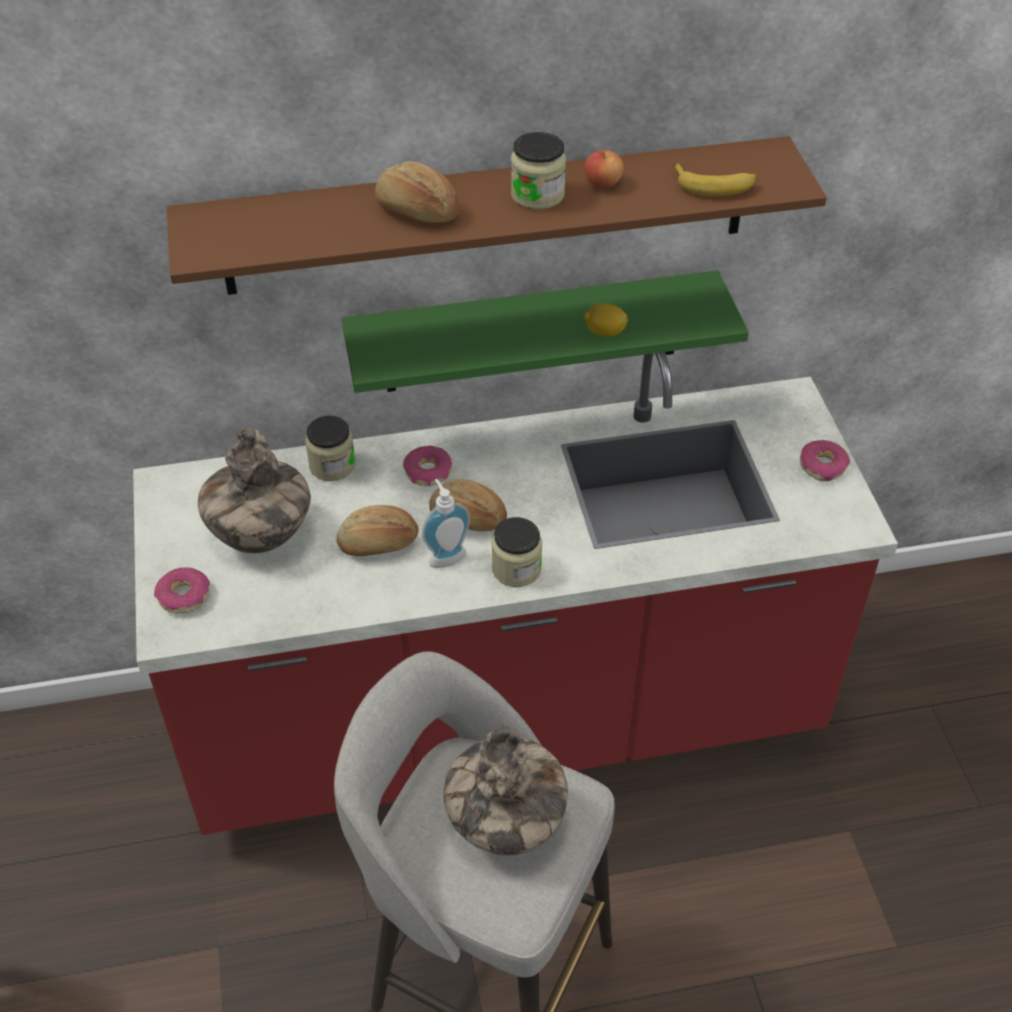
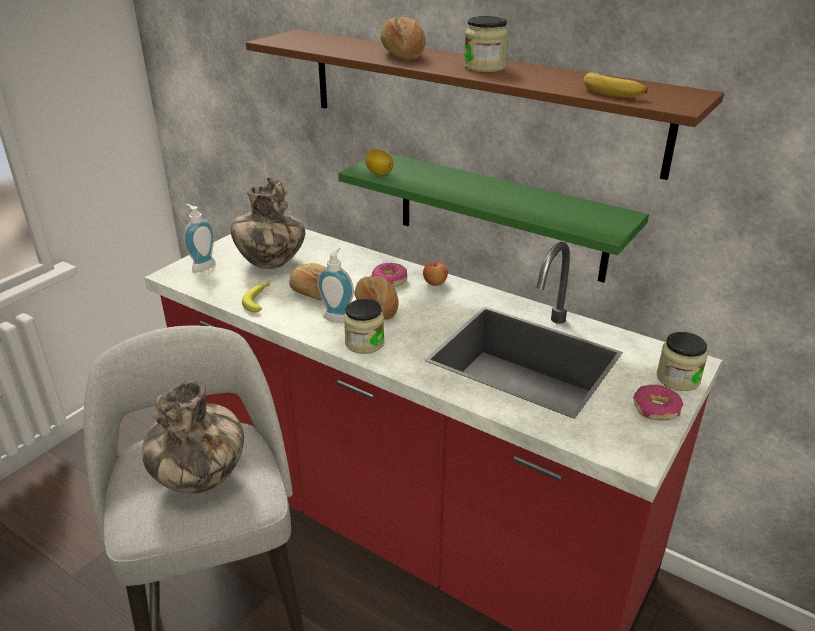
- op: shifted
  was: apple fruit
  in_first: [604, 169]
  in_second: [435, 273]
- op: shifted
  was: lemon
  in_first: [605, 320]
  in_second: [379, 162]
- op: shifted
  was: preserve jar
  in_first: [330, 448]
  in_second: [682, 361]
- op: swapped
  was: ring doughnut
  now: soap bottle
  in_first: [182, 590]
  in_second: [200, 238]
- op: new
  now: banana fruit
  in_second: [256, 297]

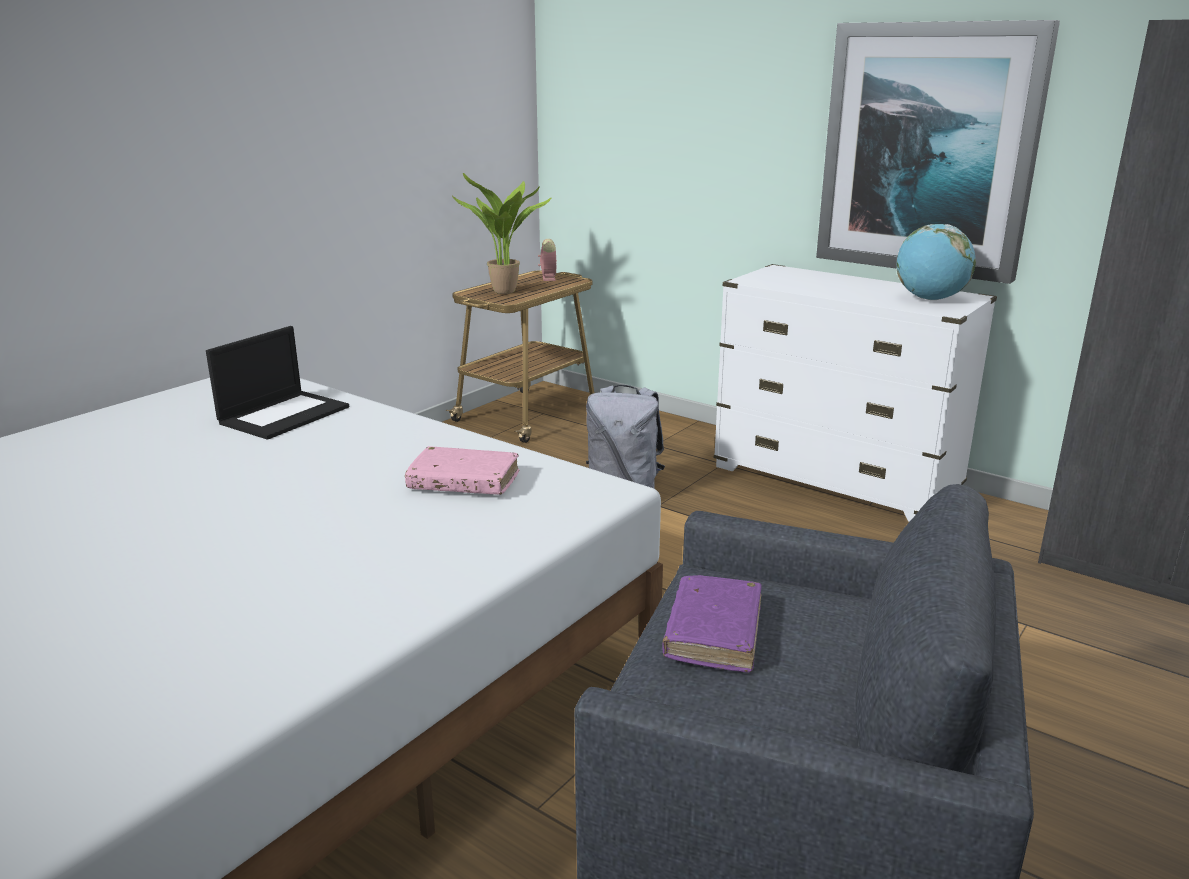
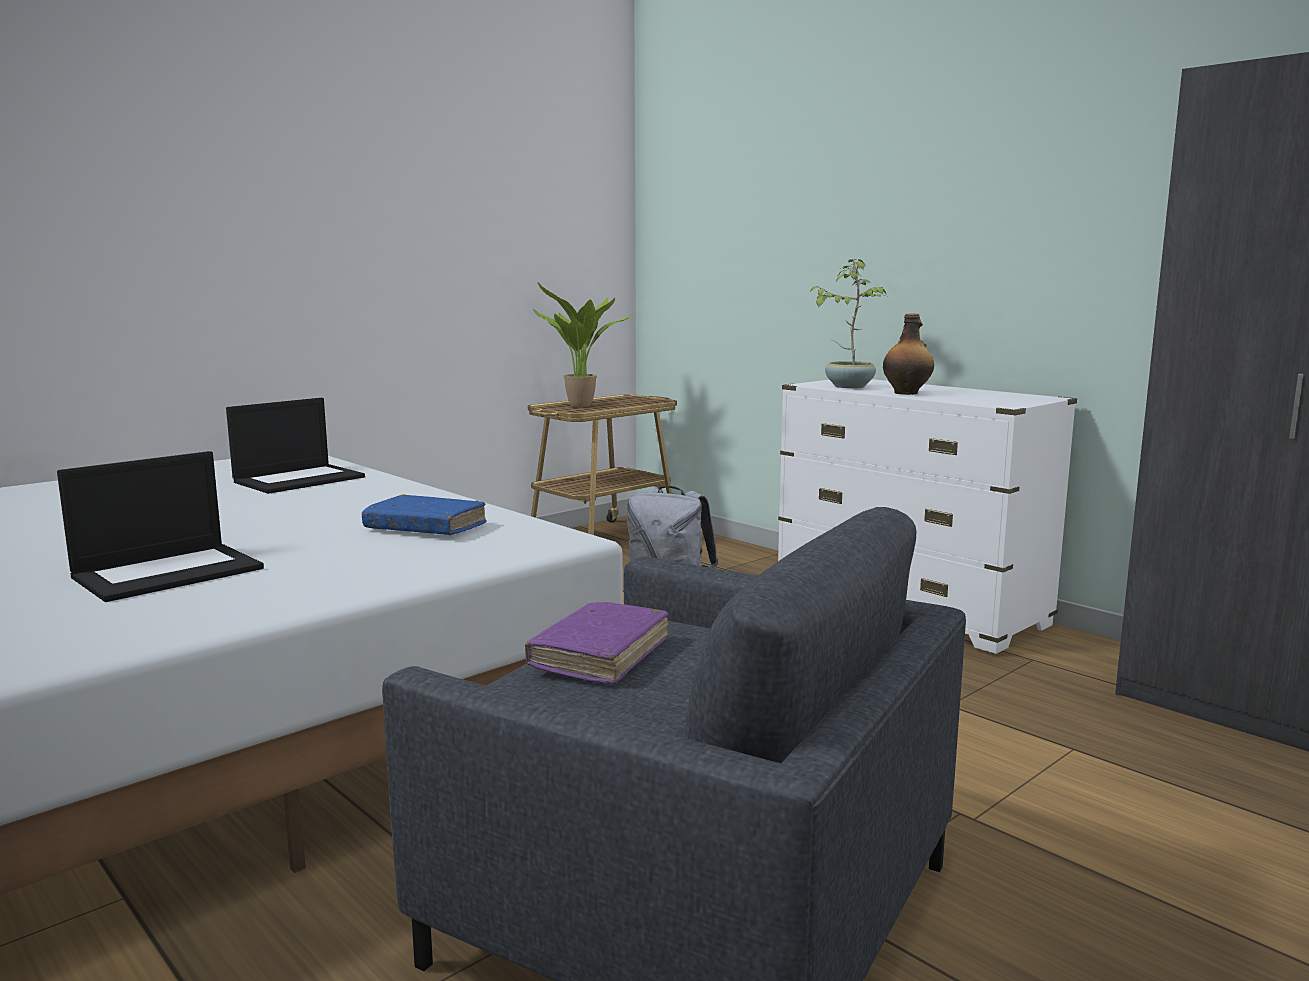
- op: gone
  was: wall art
  in_first: [938, 152]
- op: gone
  was: desk globe
  in_first: [936, 262]
- op: gone
  was: table clock
  in_first: [547, 260]
- op: repainted
  was: bound book (pink)
  now: bound book (blue-coloured)
  in_first: [462, 470]
  in_second: [424, 514]
- op: new
  now: houseplant
  in_second: [847, 324]
- op: new
  now: drink bottle
  in_second: [908, 354]
- op: new
  now: notebook computer
  in_second: [160, 526]

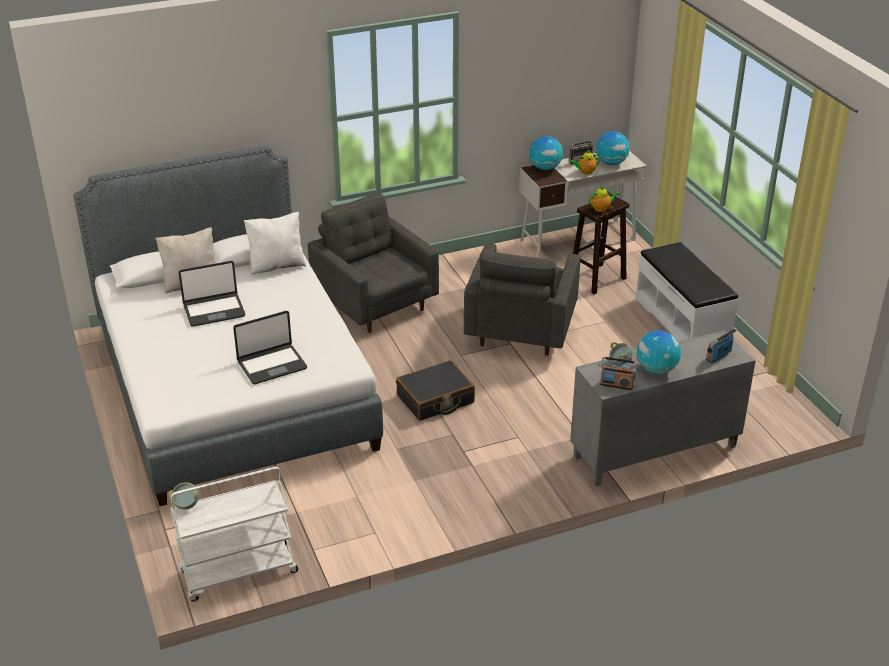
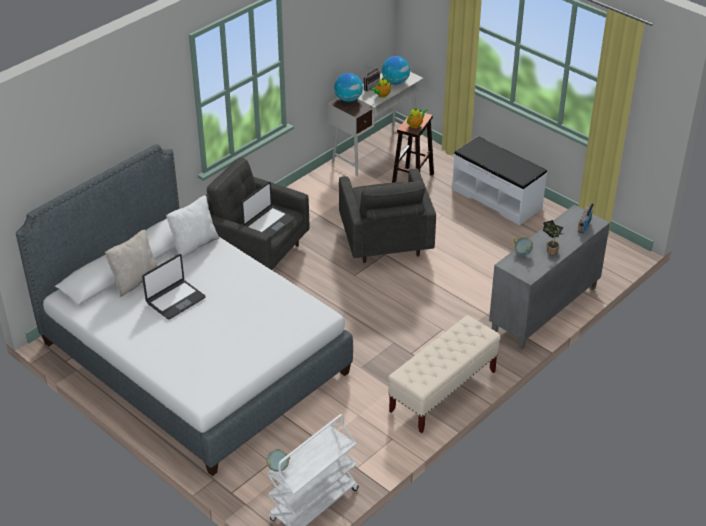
- op: shifted
  was: notebook computer
  in_first: [270, 347]
  in_second: [268, 210]
- op: swapped
  was: desk globe
  now: houseplant
  in_first: [659, 352]
  in_second: [553, 237]
- op: gone
  was: radio receiver
  in_first: [618, 373]
- op: gone
  was: travel case (black)
  in_first: [435, 390]
- op: new
  now: indoor bench (sand-coloured)
  in_second: [444, 374]

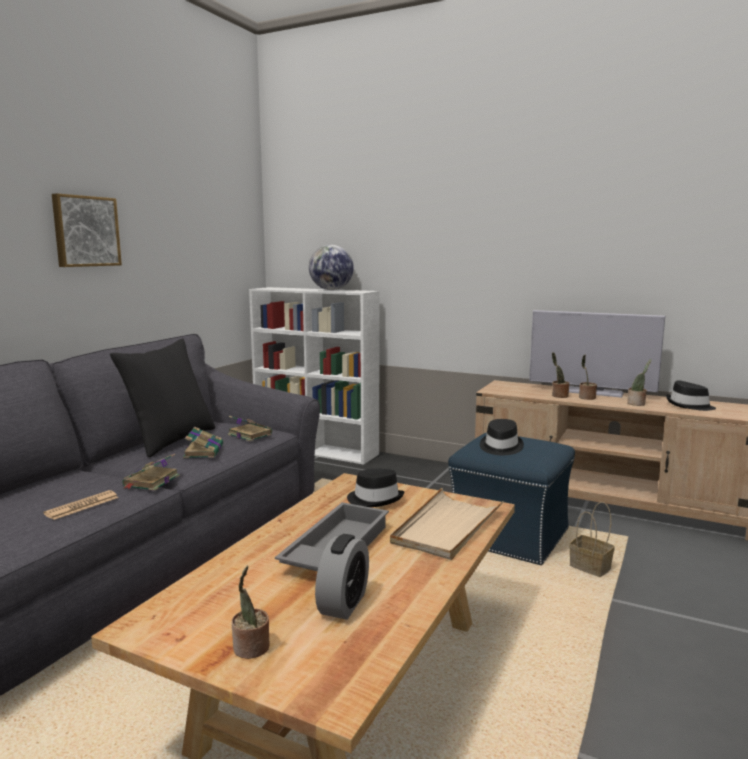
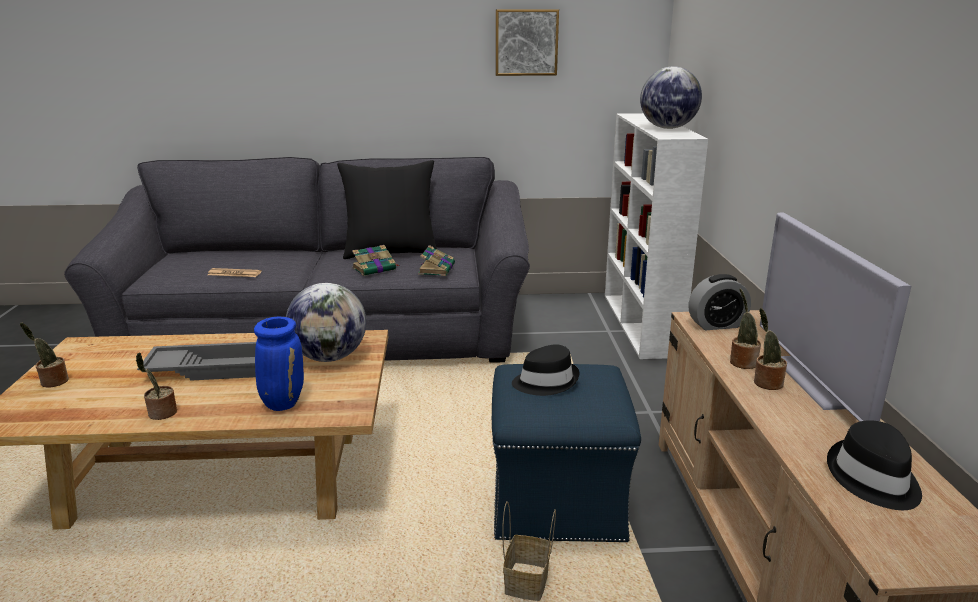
- op: shifted
  was: wall art
  in_first: [87, 230]
  in_second: [527, 42]
- op: shifted
  was: houseplant
  in_first: [639, 382]
  in_second: [156, 386]
- op: gone
  was: bound book
  in_first: [151, 472]
- op: swapped
  was: clothing hat (black)
  now: desk globe
  in_first: [375, 488]
  in_second: [326, 322]
- op: swapped
  was: serving tray (sand-coloured)
  now: vase (blue-coloured)
  in_first: [446, 524]
  in_second: [279, 364]
- op: shifted
  was: table clock
  in_first: [342, 577]
  in_second: [720, 302]

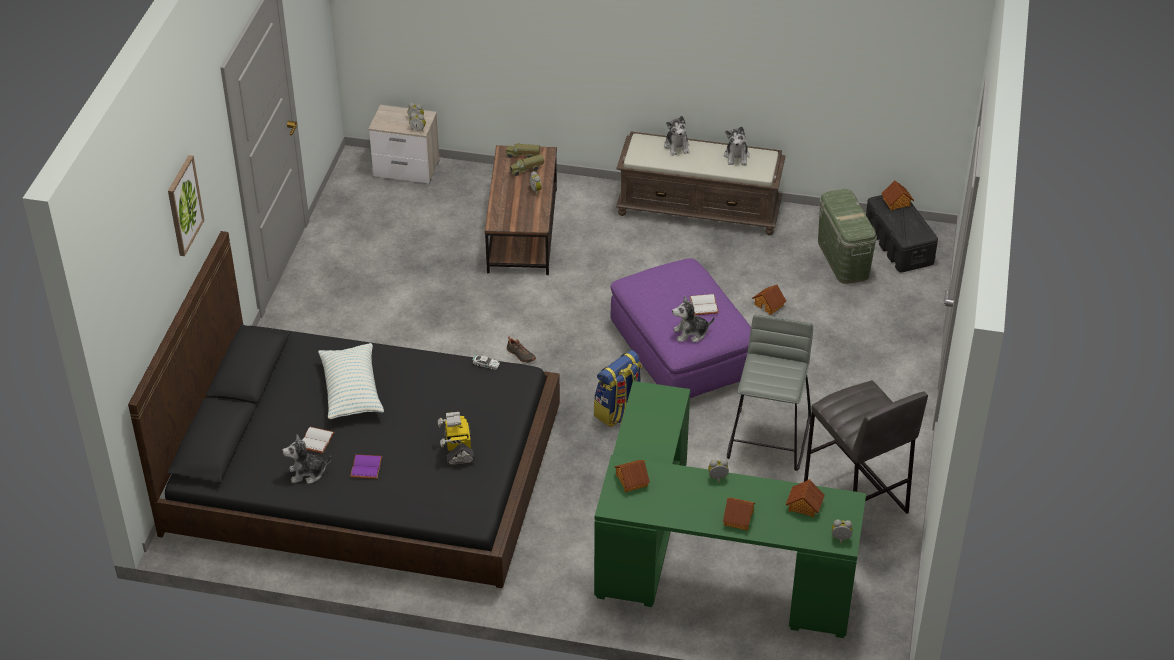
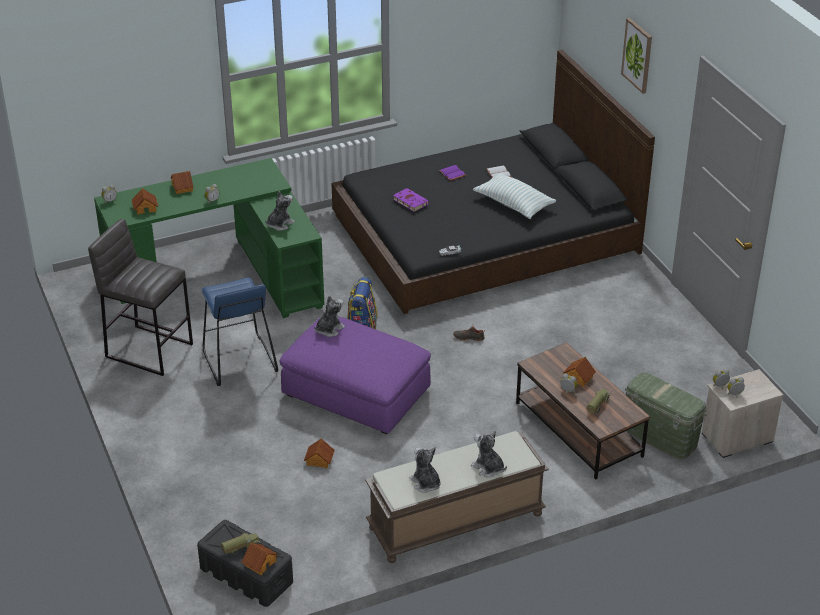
- op: shifted
  was: toy lorry
  in_first: [522, 150]
  in_second: [240, 544]
- op: shifted
  was: storage bin (green)
  in_first: [847, 236]
  in_second: [666, 416]
- op: gone
  was: bound book (white)
  in_first: [704, 304]
- op: repainted
  was: stool seat (grey)
  now: stool seat (blue-coloured)
  in_first: [770, 392]
  in_second: [239, 331]
- op: swapped
  was: robot figure
  now: bound book (purple)
  in_first: [456, 438]
  in_second: [411, 200]
- op: shifted
  was: cuddly toy
  in_first: [306, 459]
  in_second: [280, 211]
- op: shifted
  was: miniature house
  in_first: [632, 476]
  in_second: [579, 372]

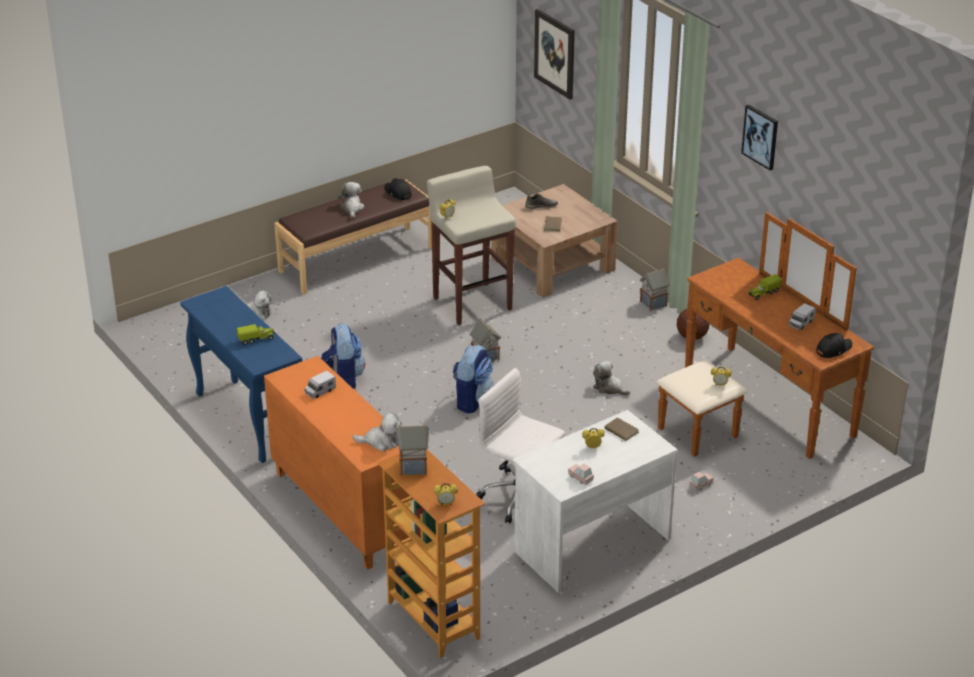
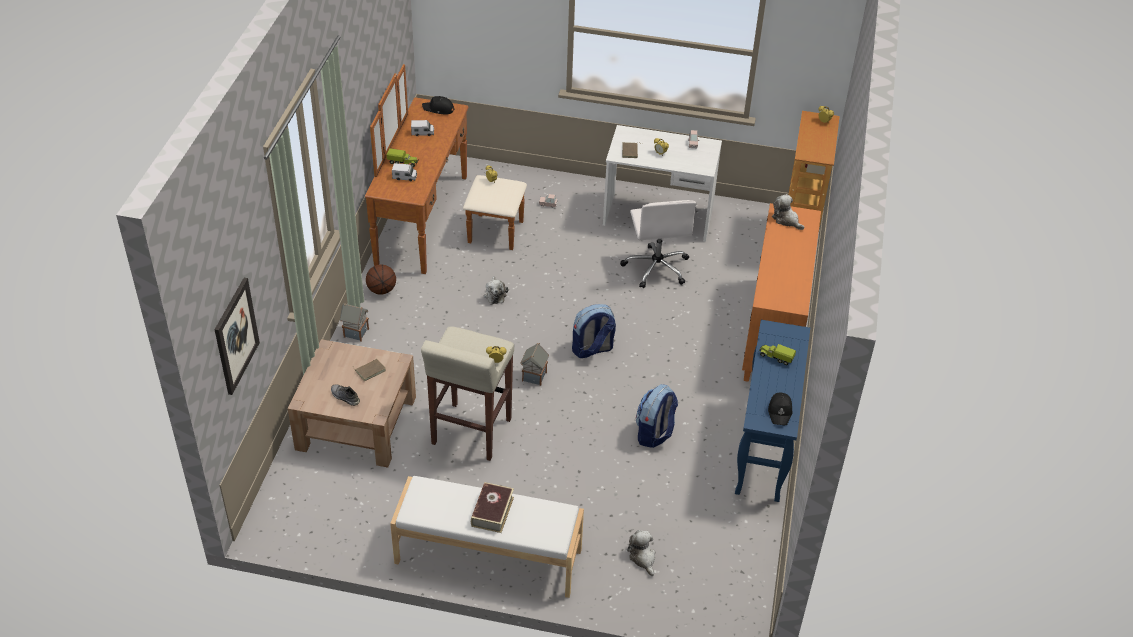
- op: gone
  was: wall art
  in_first: [759, 137]
- op: repainted
  was: indoor bench (brown)
  now: indoor bench (white)
  in_first: [353, 236]
  in_second: [487, 537]
- op: shifted
  was: peaked cap (black)
  in_first: [398, 189]
  in_second: [780, 409]
- op: swapped
  was: cuddly toy
  now: bound book
  in_first: [351, 200]
  in_second: [492, 507]
- op: shifted
  was: toy lorry
  in_first: [320, 385]
  in_second: [404, 172]
- op: gone
  was: miniature house
  in_first: [412, 450]

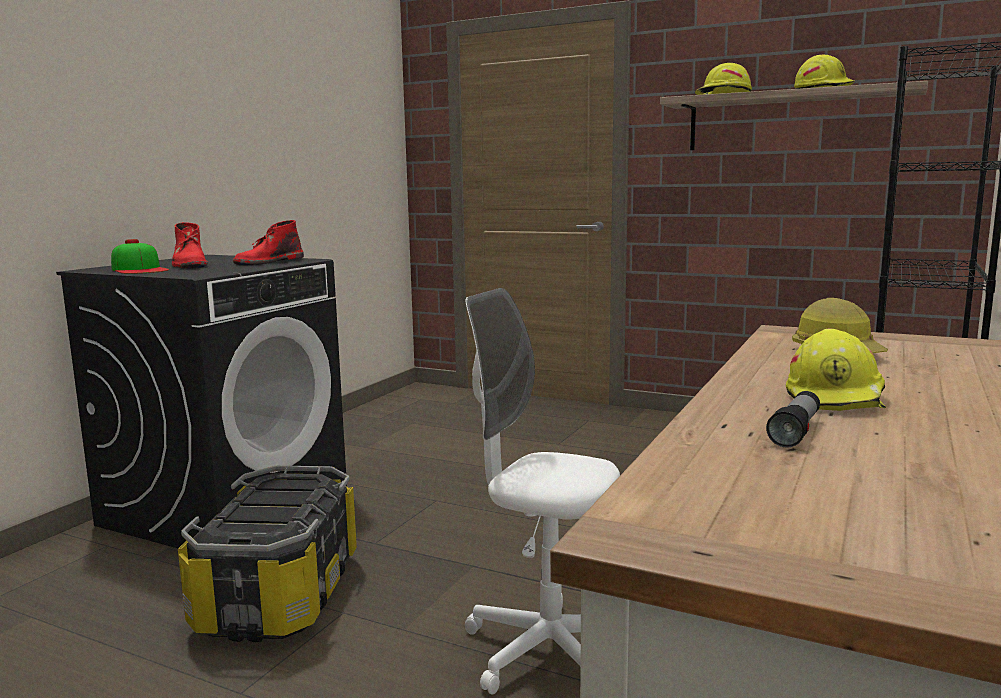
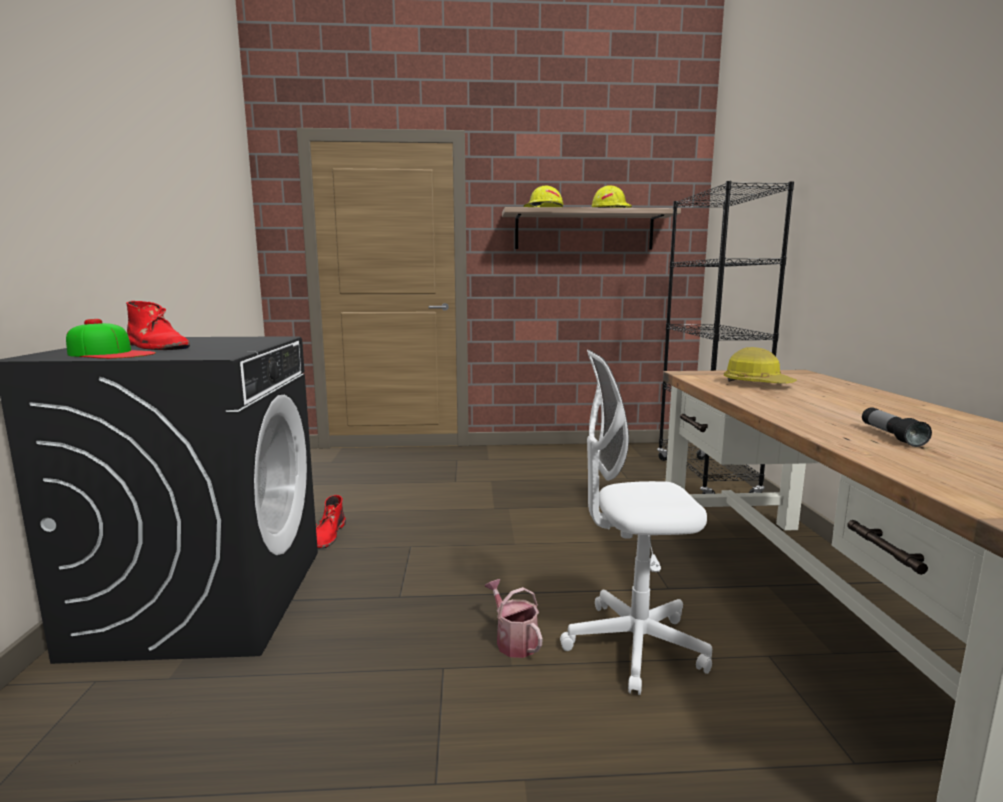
- op: shifted
  was: tall boot (red-coloured)
  in_first: [268, 242]
  in_second: [331, 522]
- op: gone
  was: safety helmet (yellow-coloured)
  in_first: [836, 370]
- op: gone
  was: storage bin
  in_first: [267, 554]
- op: new
  now: watering can
  in_second: [514, 618]

